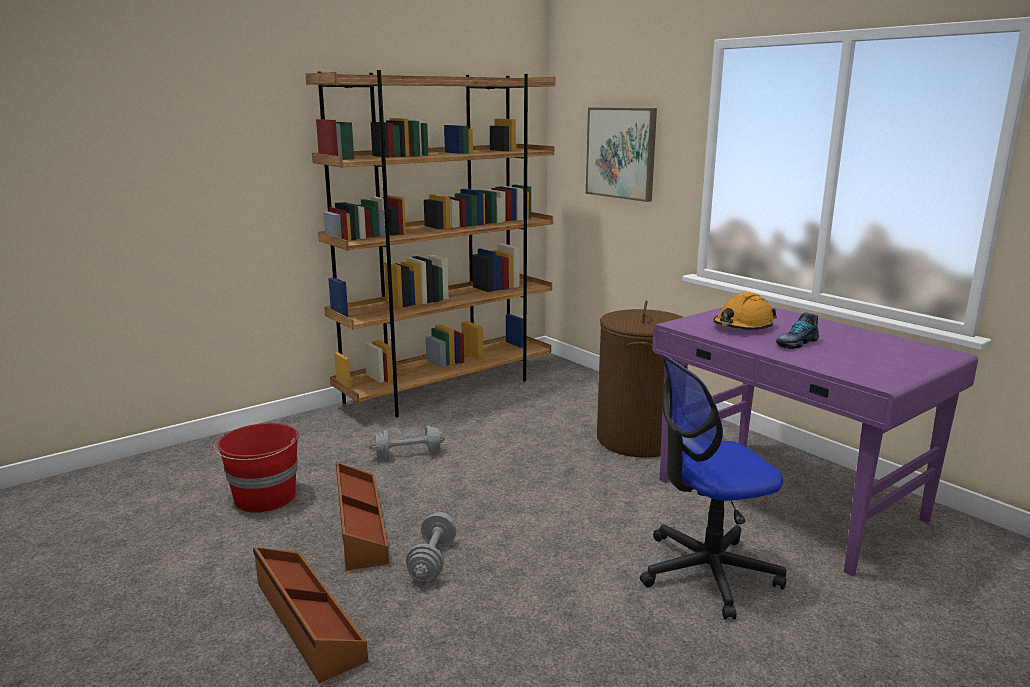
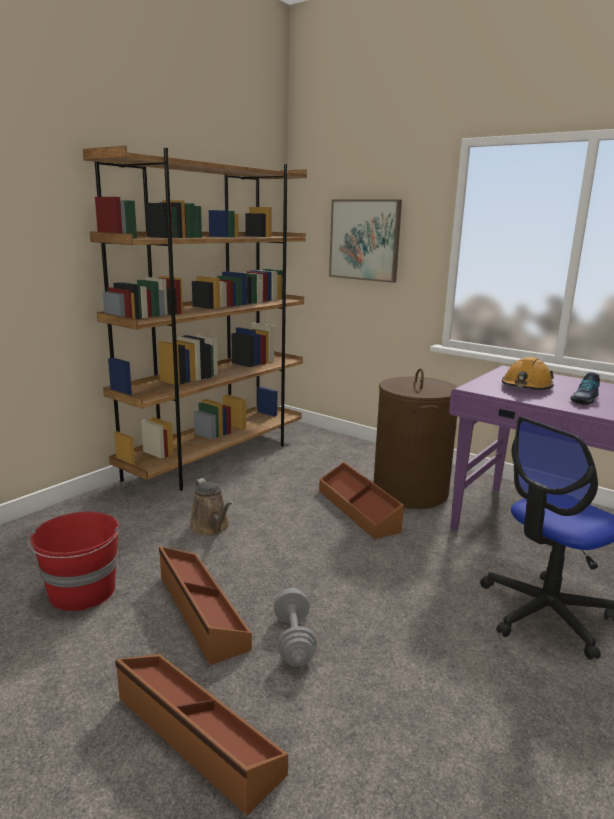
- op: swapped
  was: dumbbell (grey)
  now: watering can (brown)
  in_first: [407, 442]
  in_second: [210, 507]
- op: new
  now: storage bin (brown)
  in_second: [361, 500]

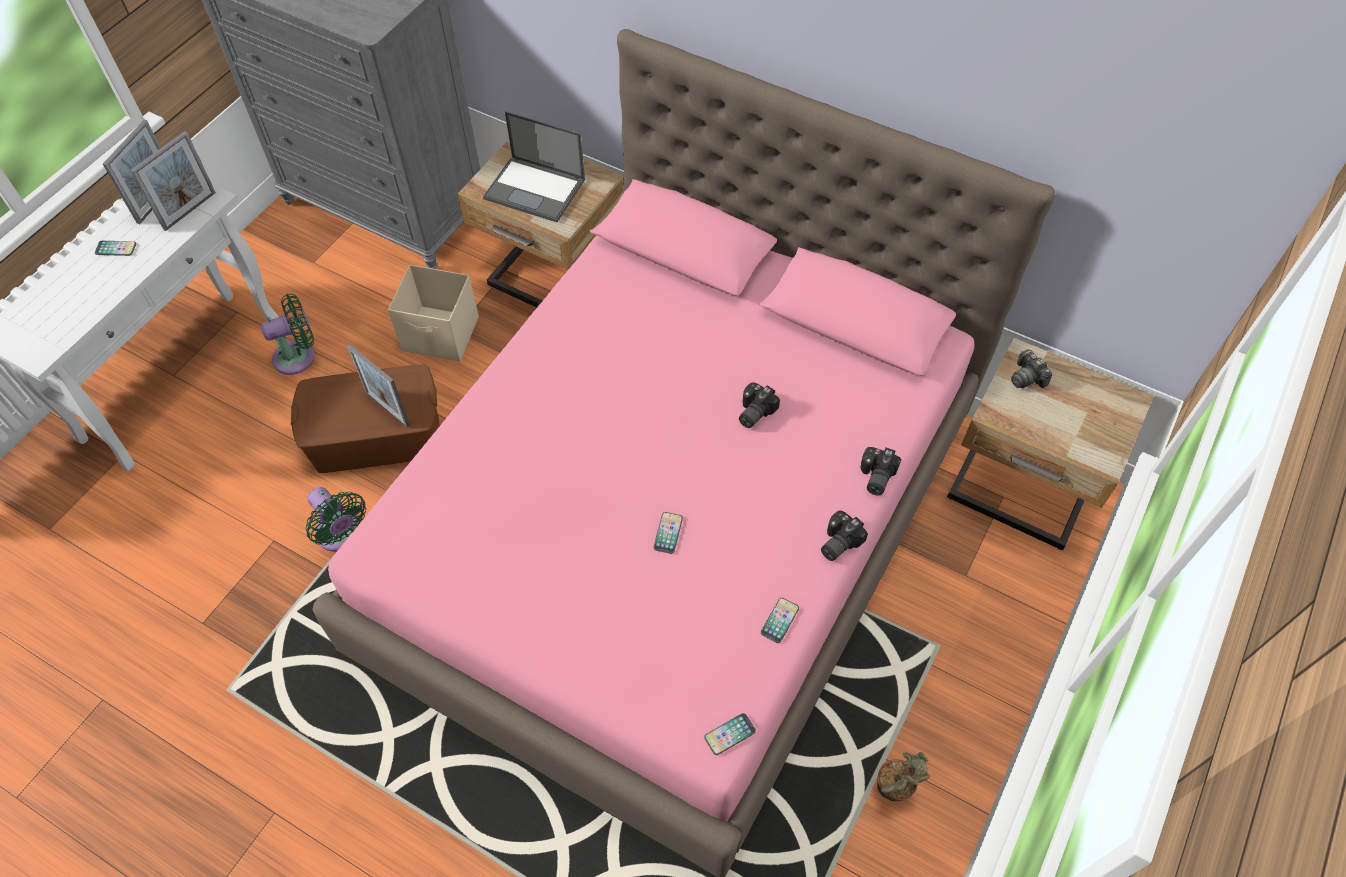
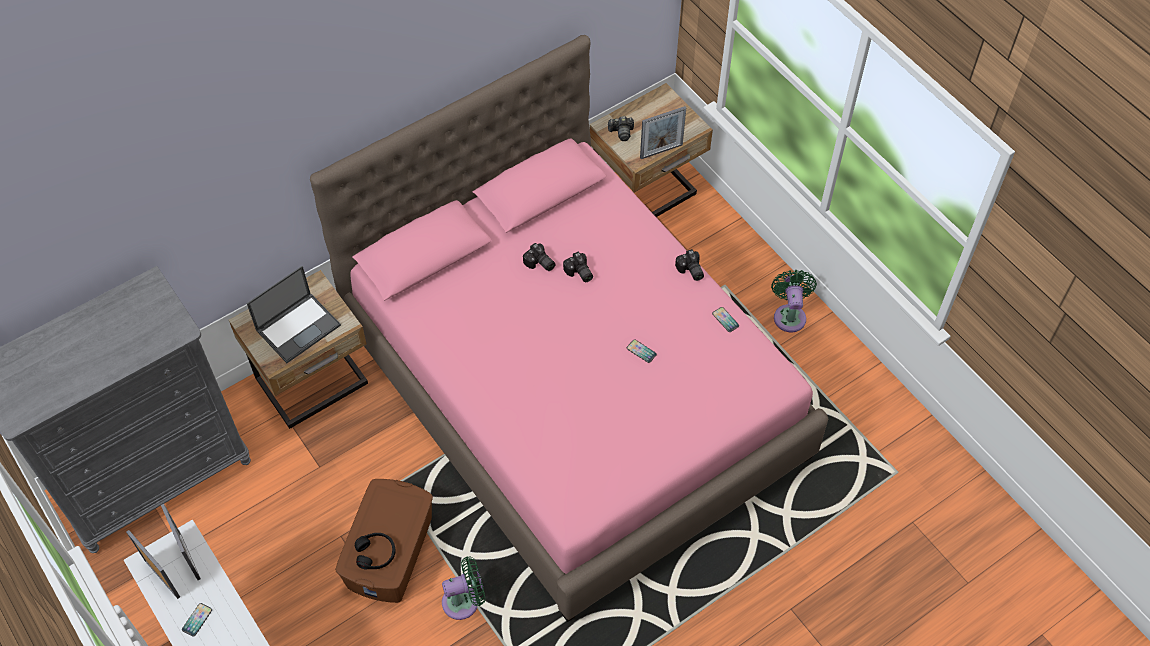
- op: gone
  was: storage bin (sand-coloured)
  in_first: [433, 313]
- op: shifted
  was: electric fan (green)
  in_first: [287, 334]
  in_second: [794, 301]
- op: shifted
  was: photo frame
  in_first: [378, 386]
  in_second: [663, 132]
- op: shifted
  was: photo camera
  in_first: [881, 471]
  in_second: [539, 257]
- op: gone
  was: telephone
  in_first: [730, 734]
- op: gone
  was: houseplant
  in_first: [903, 776]
- op: new
  now: headset (black)
  in_second: [375, 551]

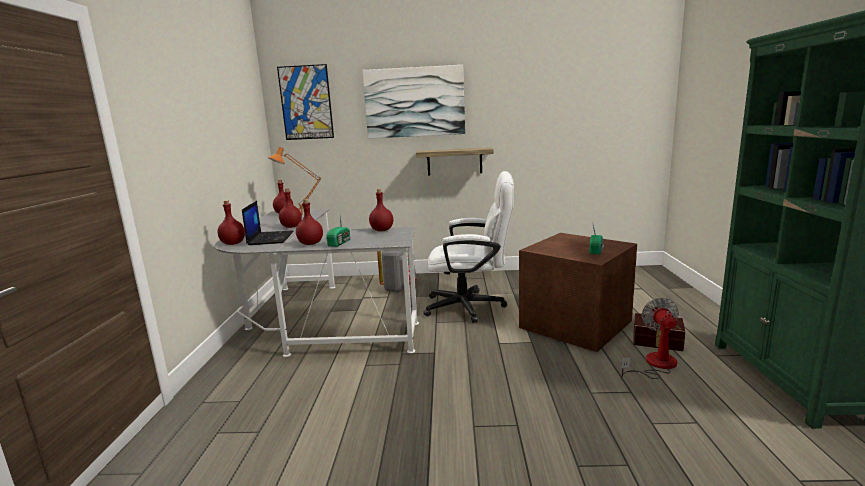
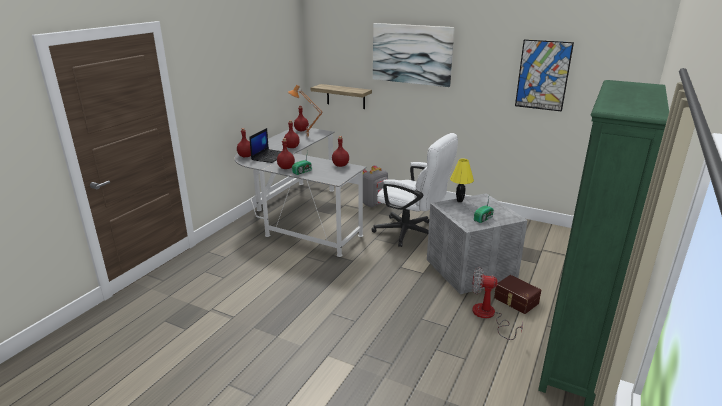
- op: shifted
  was: wall art
  in_first: [305, 102]
  in_second: [544, 75]
- op: shifted
  was: shelf
  in_first: [455, 161]
  in_second: [341, 96]
- op: repainted
  was: storage bin (brown)
  now: storage bin (grey)
  in_first: [578, 292]
  in_second: [477, 243]
- op: rotated
  was: electric fan
  in_first: [650, 339]
  in_second: [497, 303]
  clockwise: -105
- op: new
  now: table lamp (yellow-coloured)
  in_second: [462, 180]

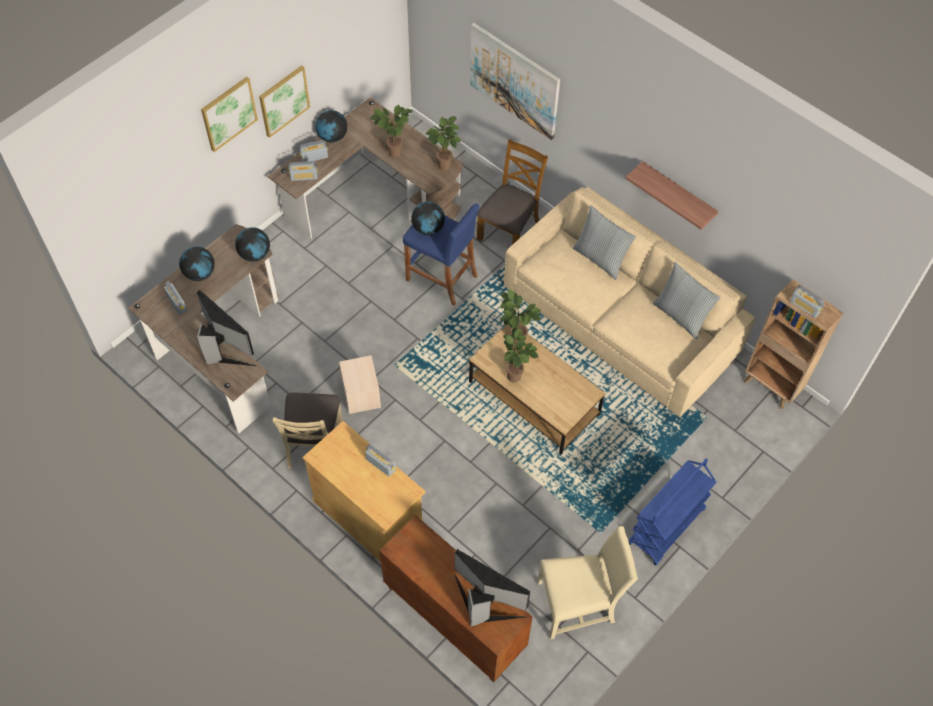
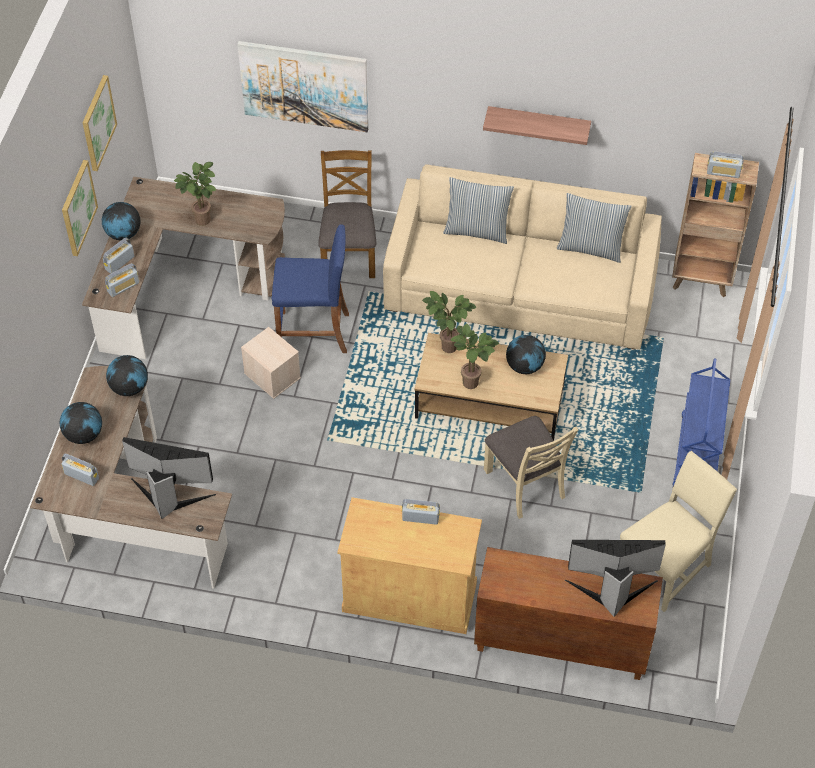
- op: shifted
  was: wall art
  in_first: [229, 114]
  in_second: [99, 123]
- op: gone
  was: houseplant
  in_first: [443, 143]
- op: shifted
  was: desk globe
  in_first: [428, 218]
  in_second: [526, 354]
- op: shifted
  was: storage bin (sand-coloured)
  in_first: [360, 384]
  in_second: [271, 363]
- op: shifted
  was: chair (sand-coloured)
  in_first: [308, 430]
  in_second: [531, 467]

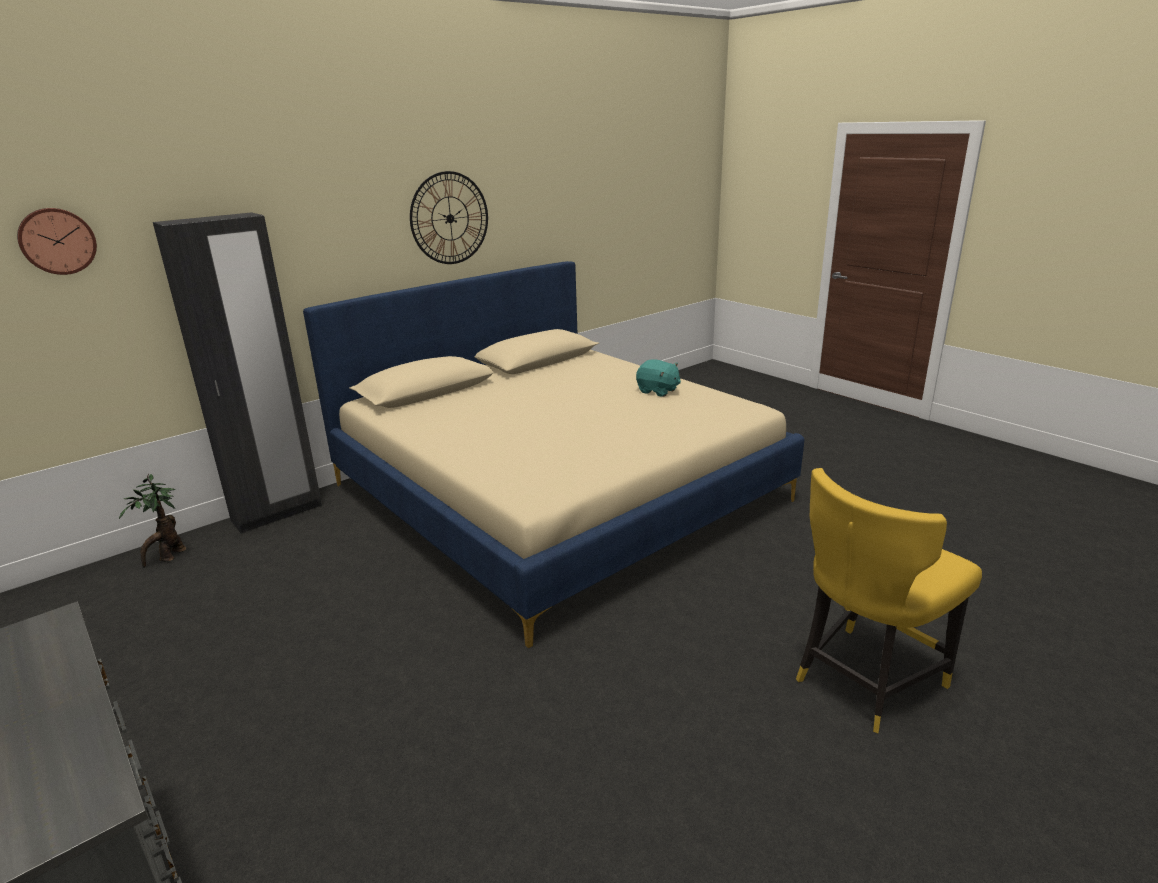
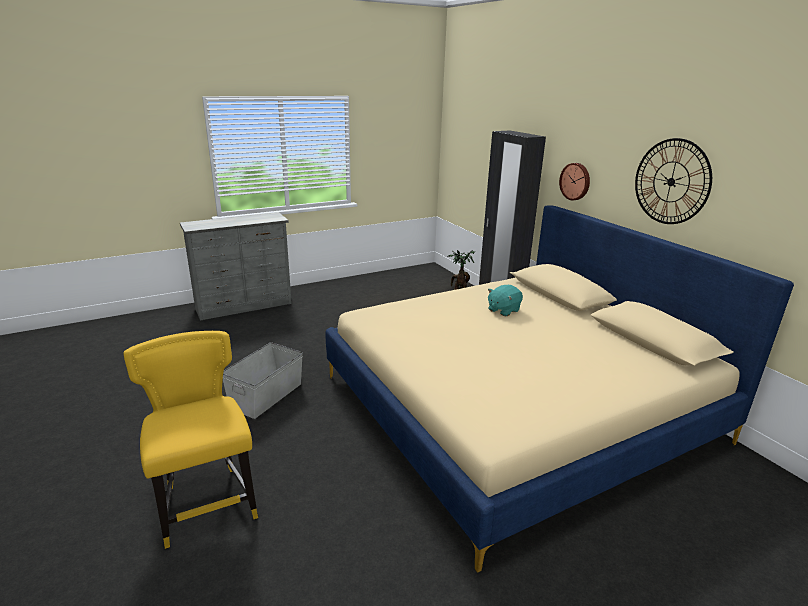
- op: shifted
  was: clock on the wall
  in_first: [57, 241]
  in_second: [574, 181]
- op: shifted
  was: cuddly toy (turquoise-coloured)
  in_first: [658, 378]
  in_second: [505, 300]
- op: new
  now: storage bin (grey)
  in_second: [263, 380]

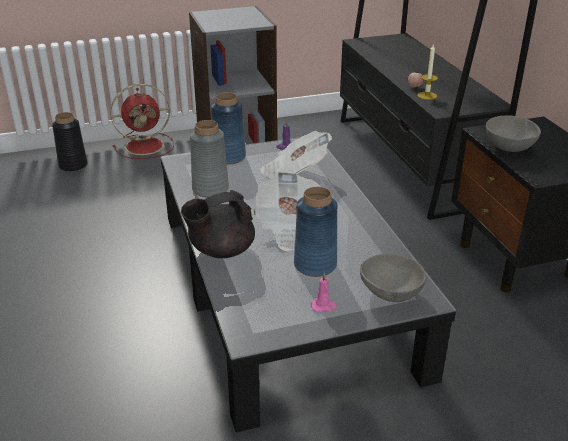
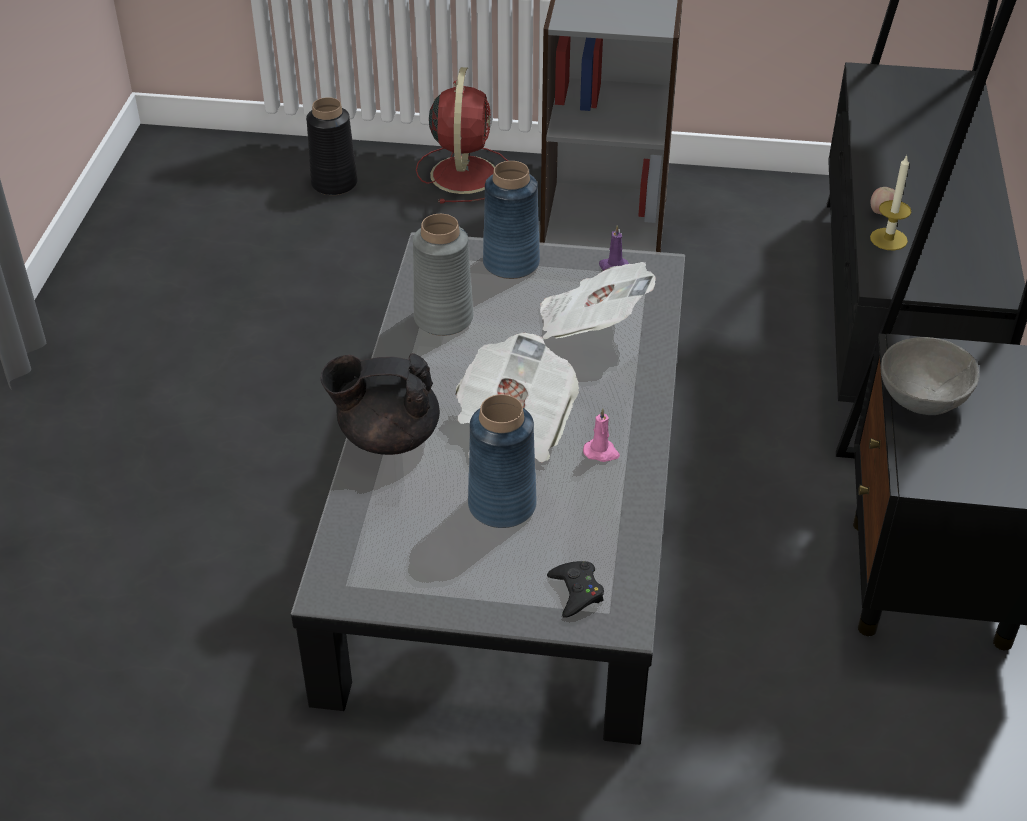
- op: rotated
  was: electric fan (red-coloured)
  in_first: [142, 121]
  in_second: [462, 135]
  clockwise: -90
- op: swapped
  was: bowl (grey)
  now: joypad (black)
  in_first: [393, 278]
  in_second: [575, 589]
- op: shifted
  was: candle (pink)
  in_first: [324, 292]
  in_second: [601, 435]

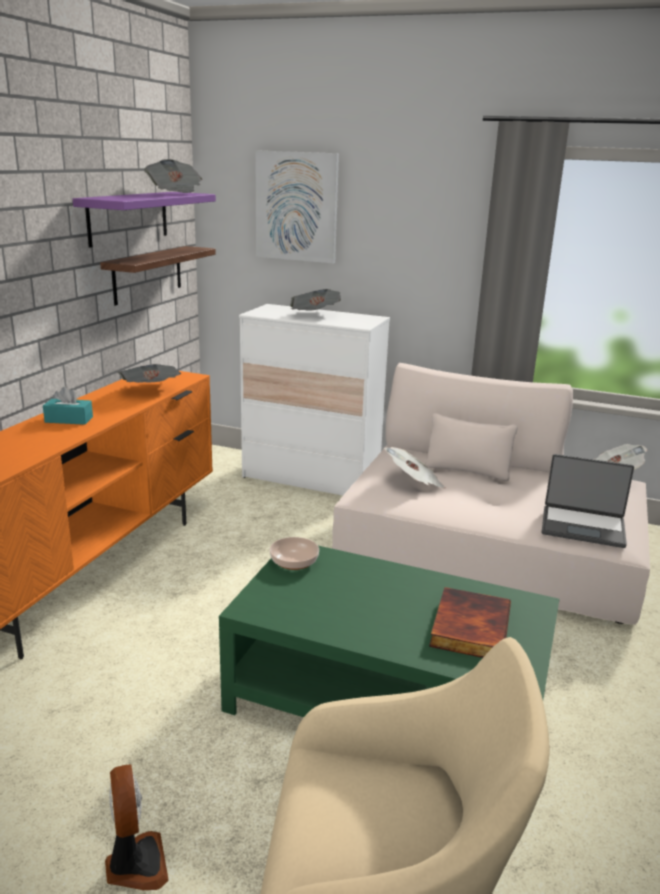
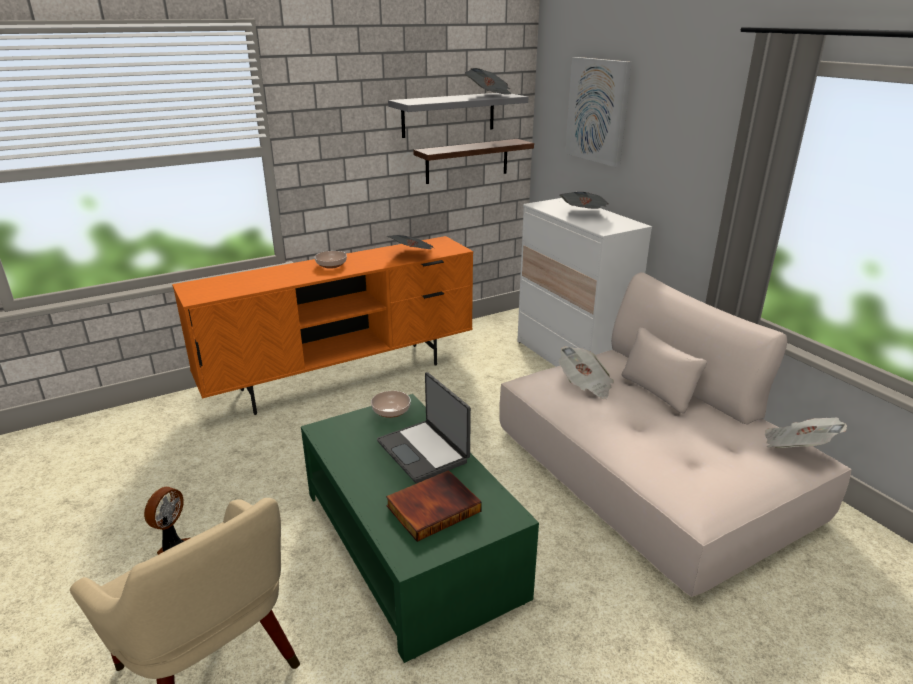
- op: repainted
  was: shelf (purple)
  now: shelf (grey)
  in_first: [144, 220]
  in_second: [458, 115]
- op: swapped
  was: tissue box (turquoise-coloured)
  now: bowl
  in_first: [68, 406]
  in_second: [331, 260]
- op: shifted
  was: notebook computer
  in_first: [587, 501]
  in_second: [424, 427]

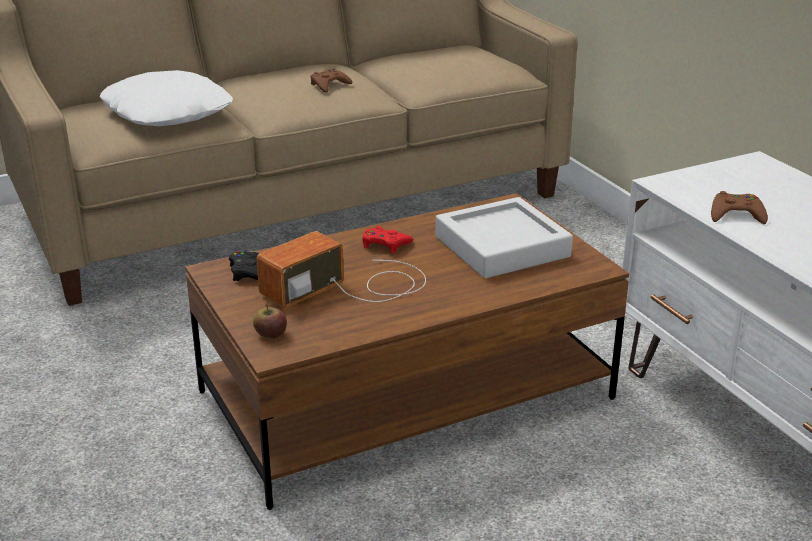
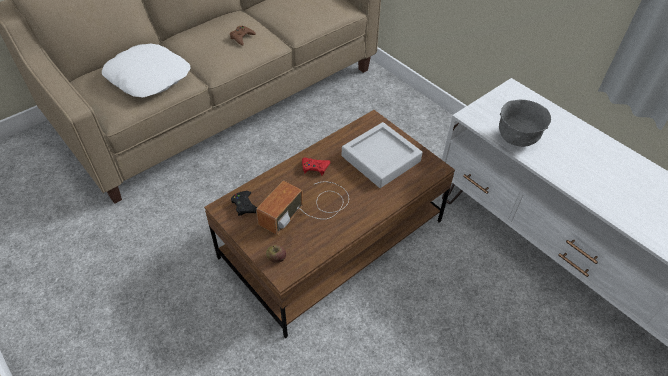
- op: swapped
  was: joypad (brown)
  now: bowl (grey)
  in_first: [739, 207]
  in_second: [525, 123]

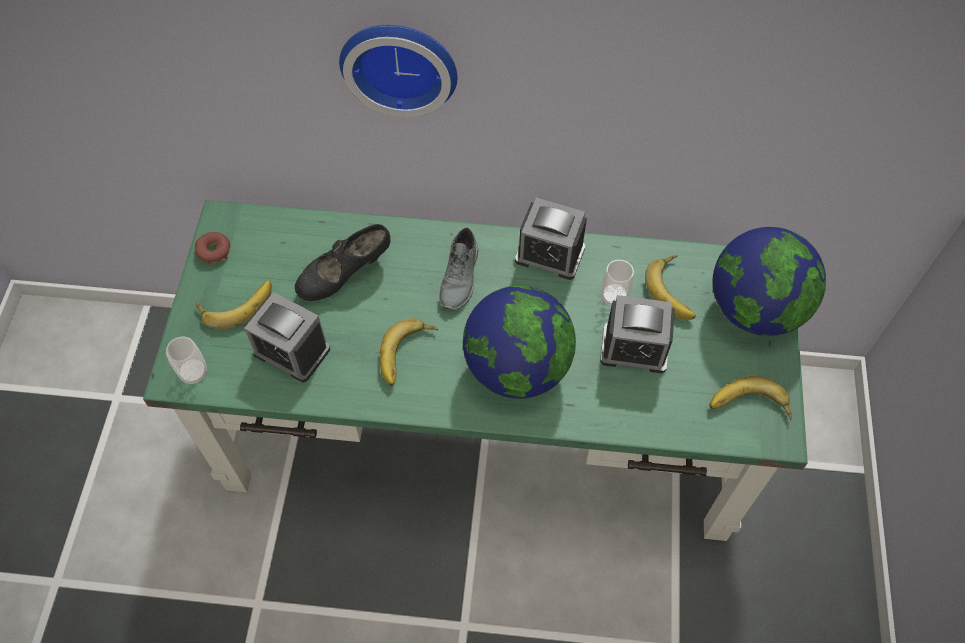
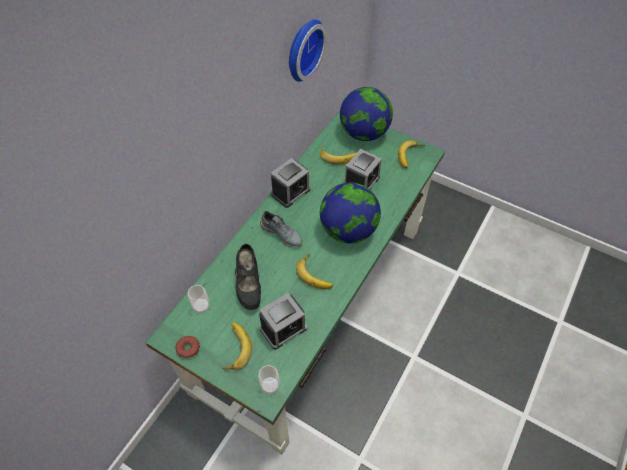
- op: shifted
  was: clock on the wall
  in_first: [398, 71]
  in_second: [308, 50]
- op: shifted
  was: small cup
  in_first: [617, 283]
  in_second: [199, 299]

